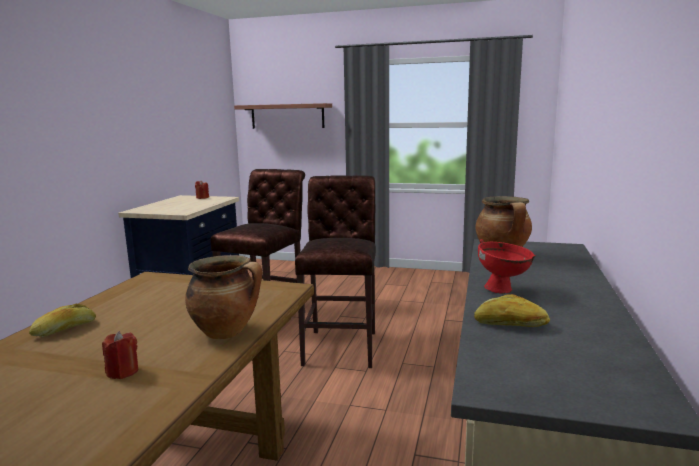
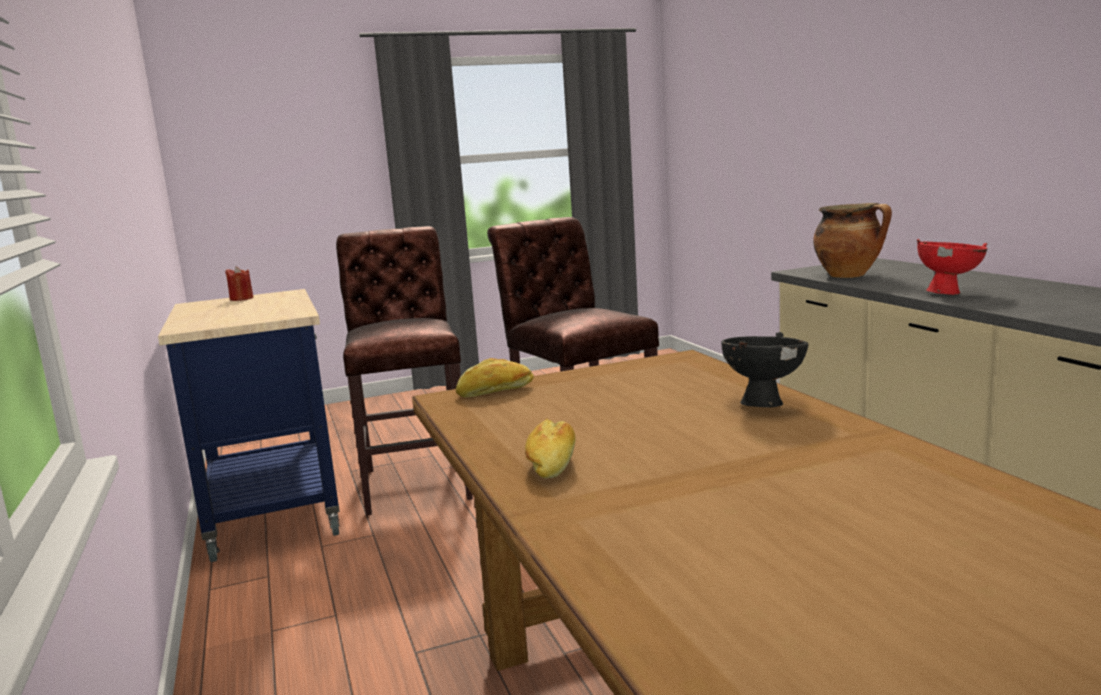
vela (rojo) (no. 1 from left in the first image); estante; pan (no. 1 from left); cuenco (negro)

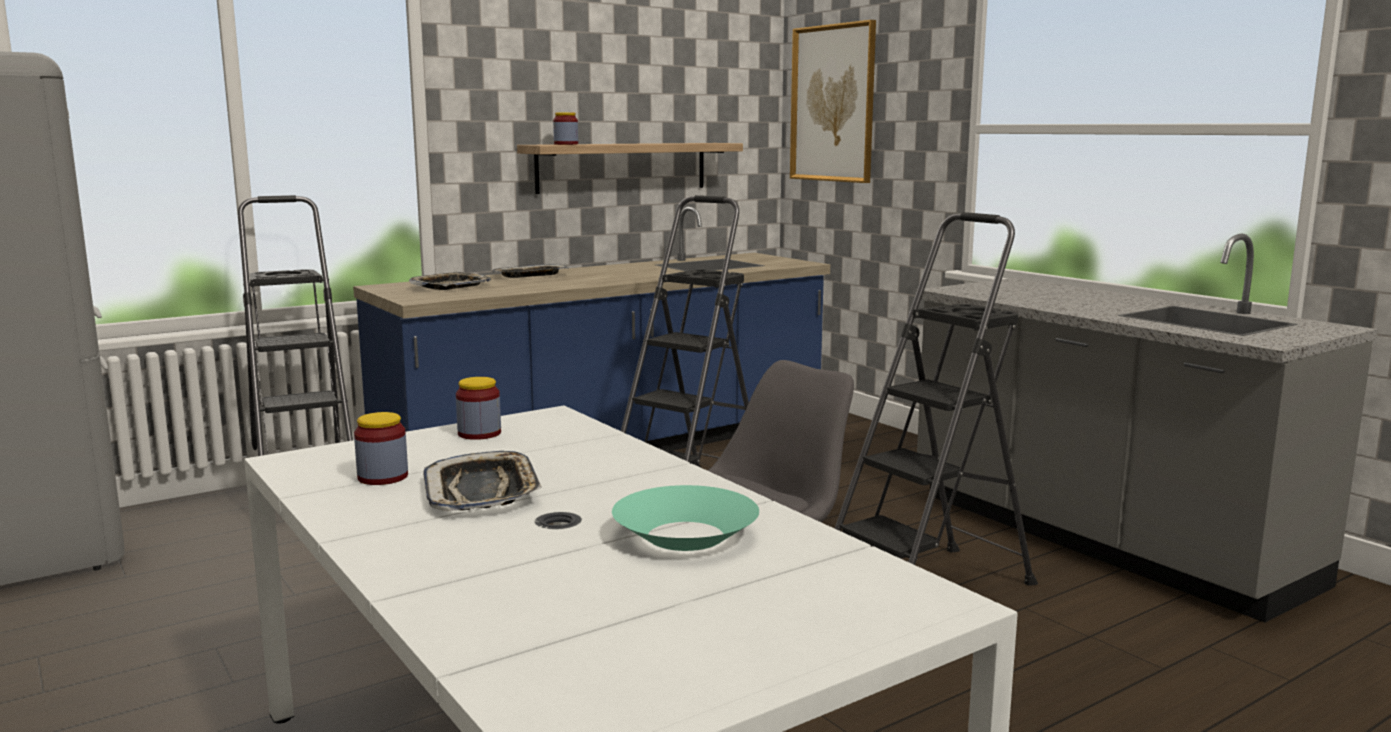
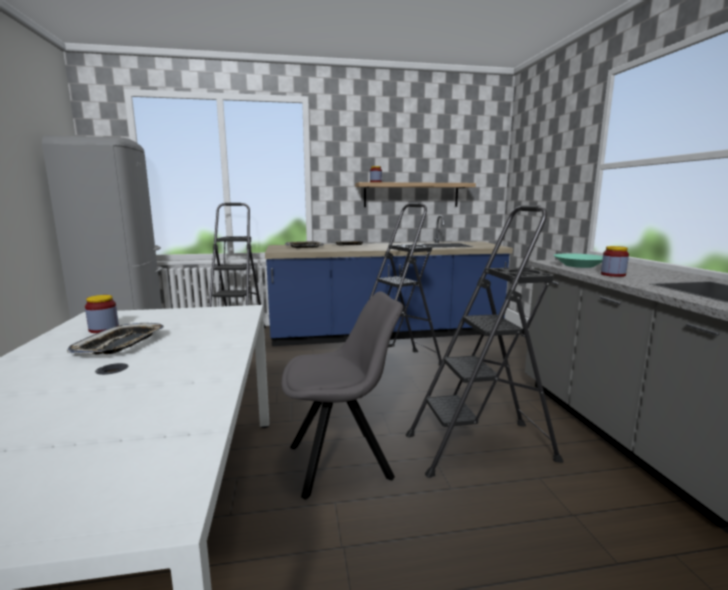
cuadro; tarro (no. 3 from left); cuenco (turquesa)

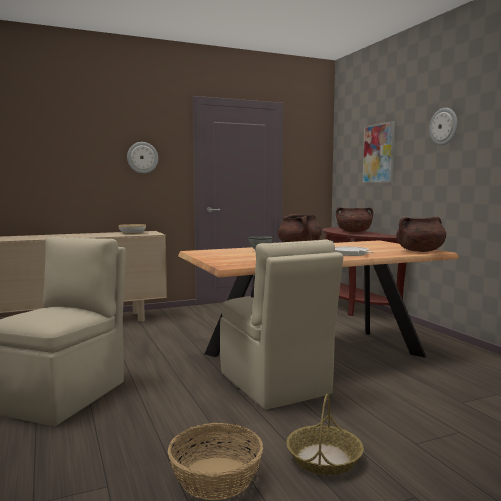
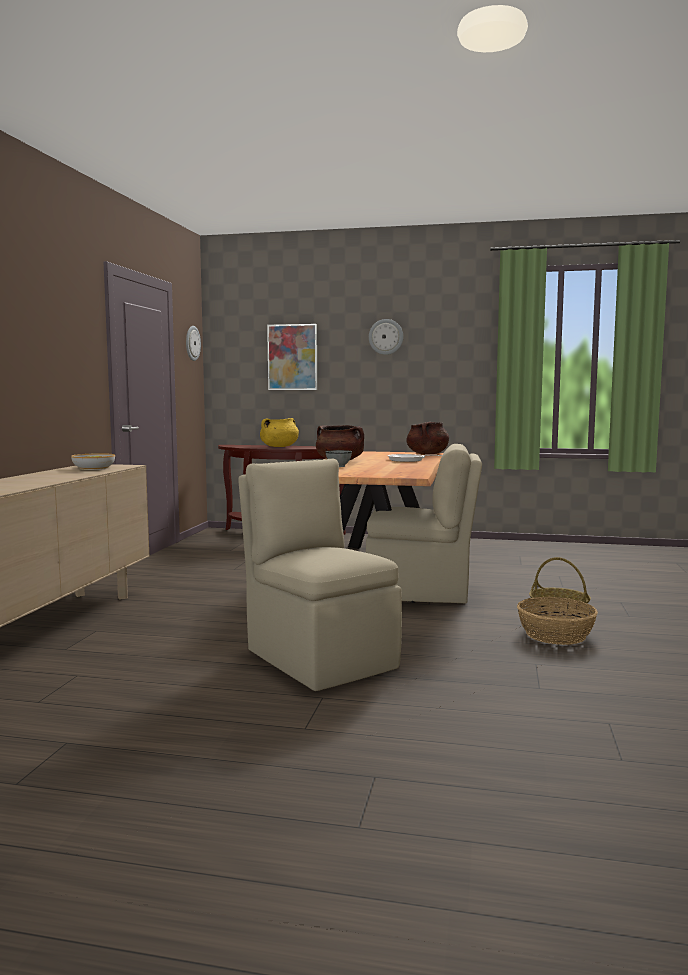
reloj de pared (no. 1 from left); olla (amarillo)

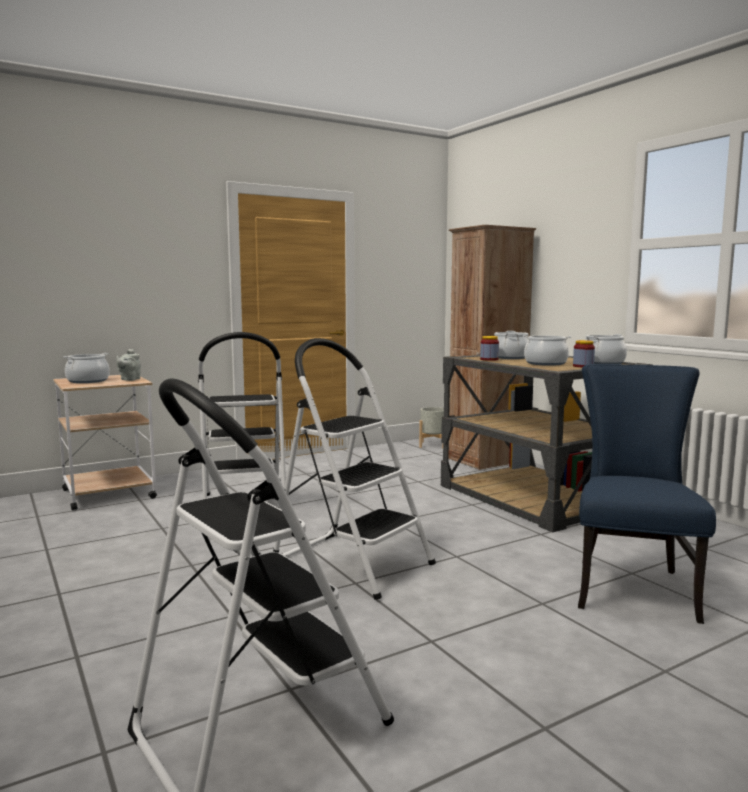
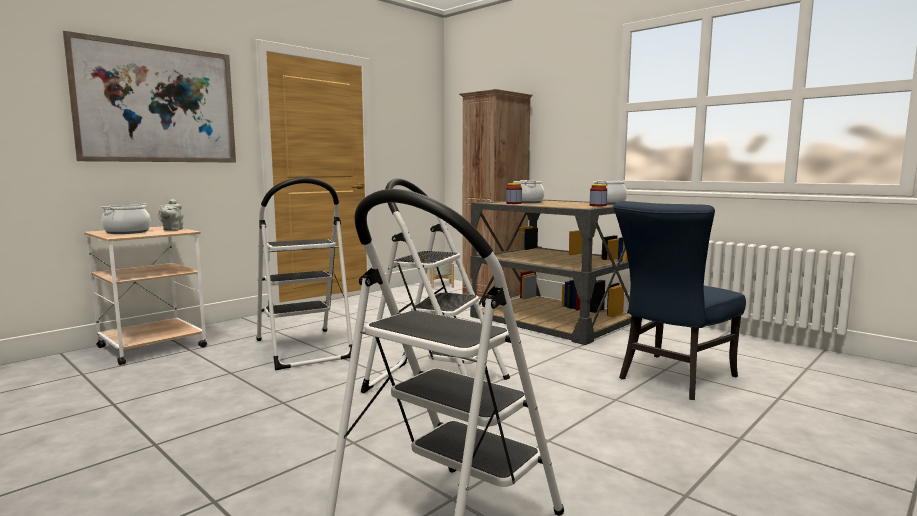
olla (no. 3 from left in the first image); cuadro; silla (azul)

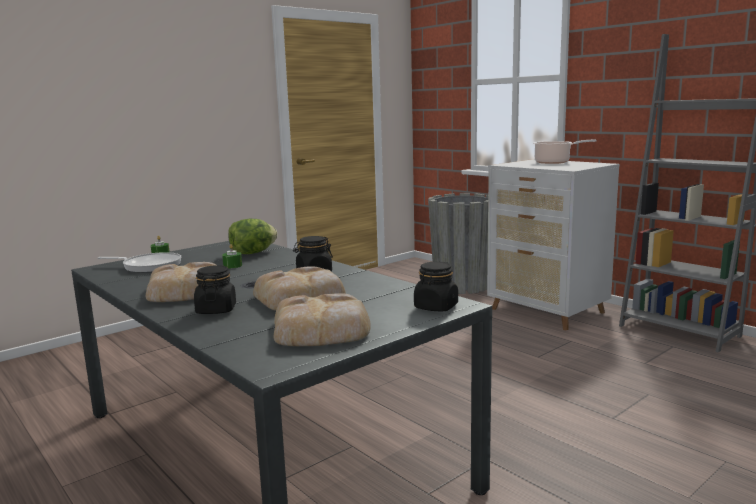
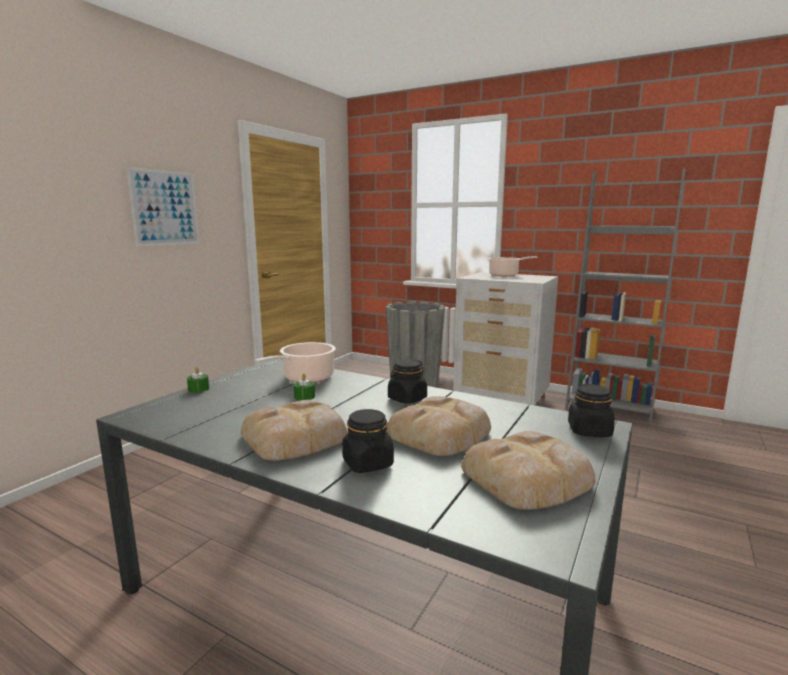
sartén; cuadro; olla (no. 1 from left)

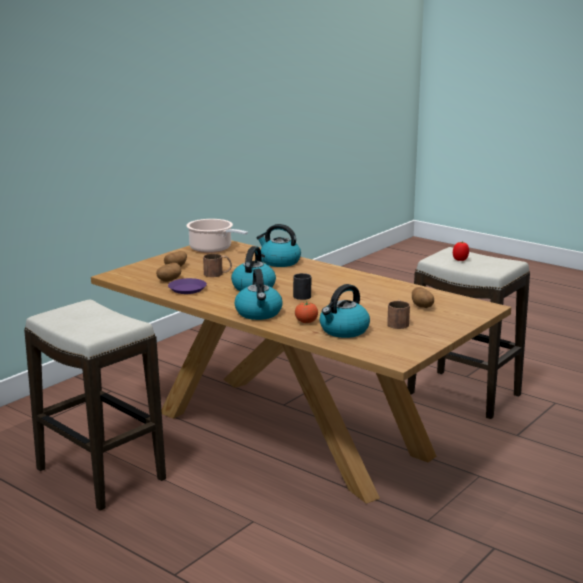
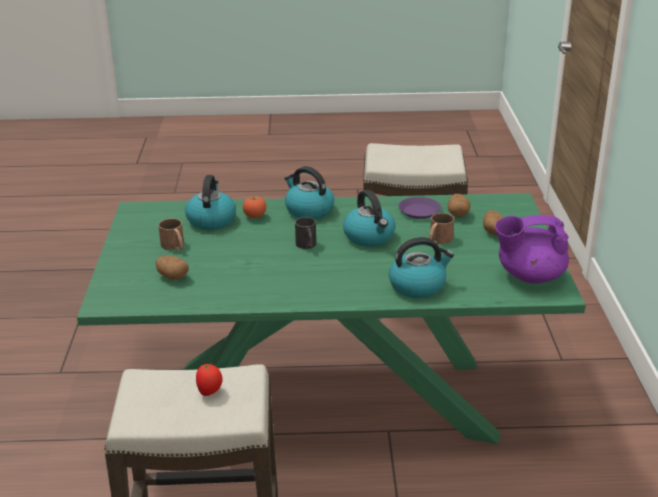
tetera (morado); mesa de comedor (verde)

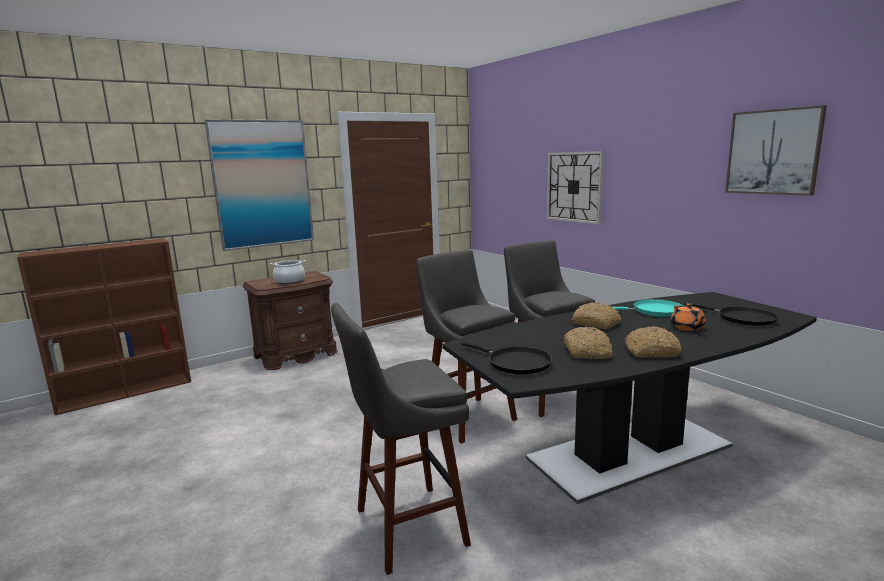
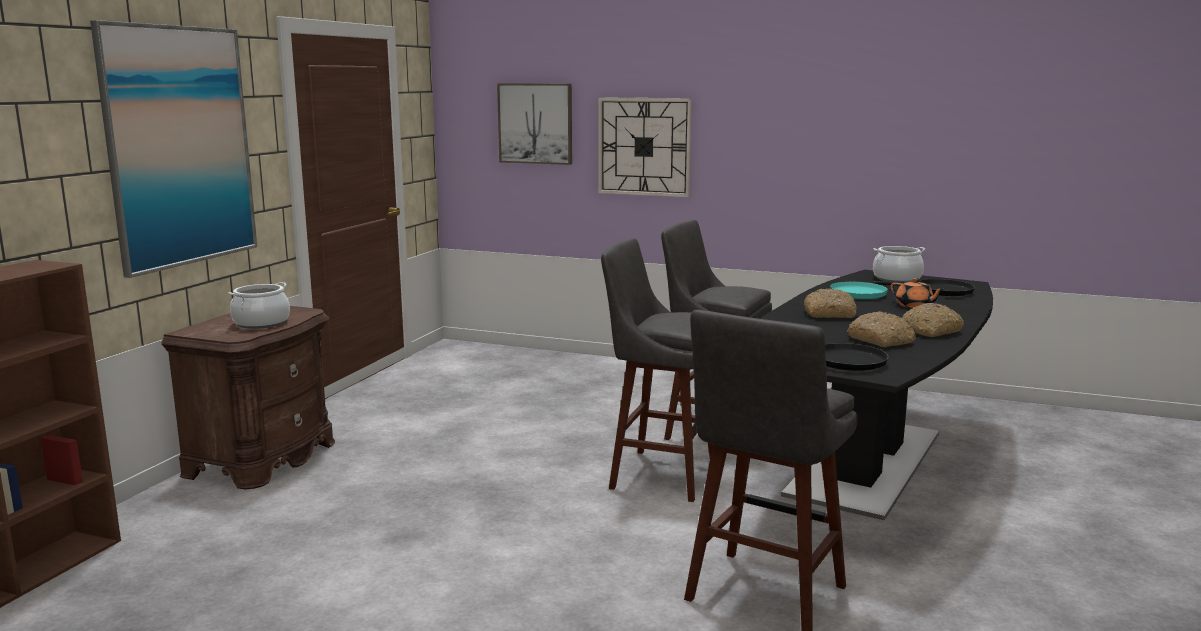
olla (no. 2 from left); cuadro (no. 2 from left)

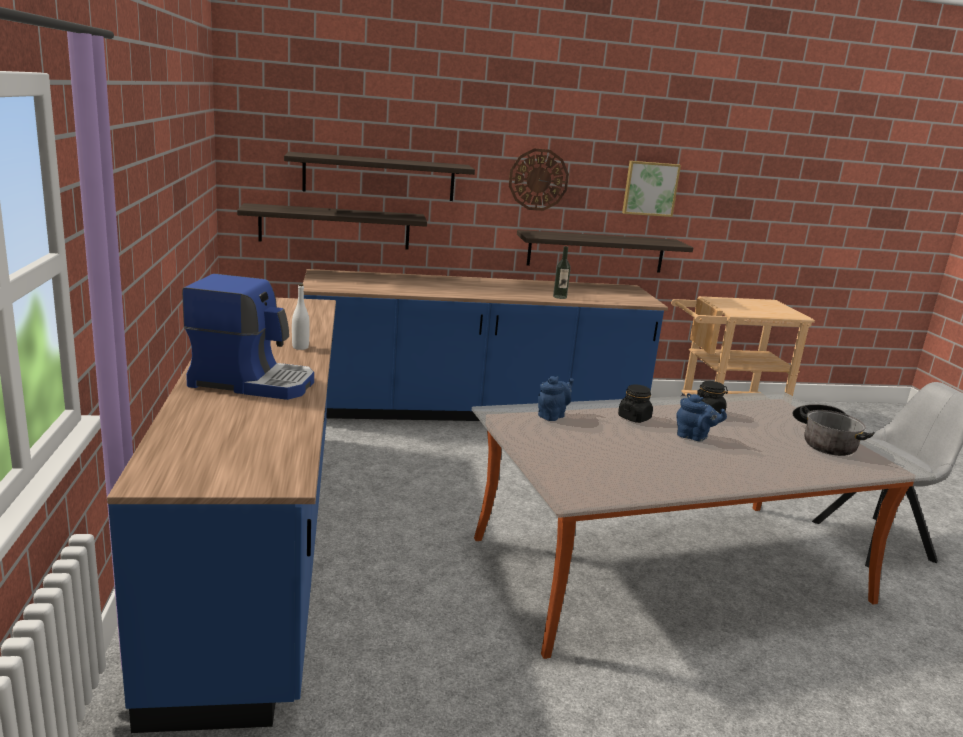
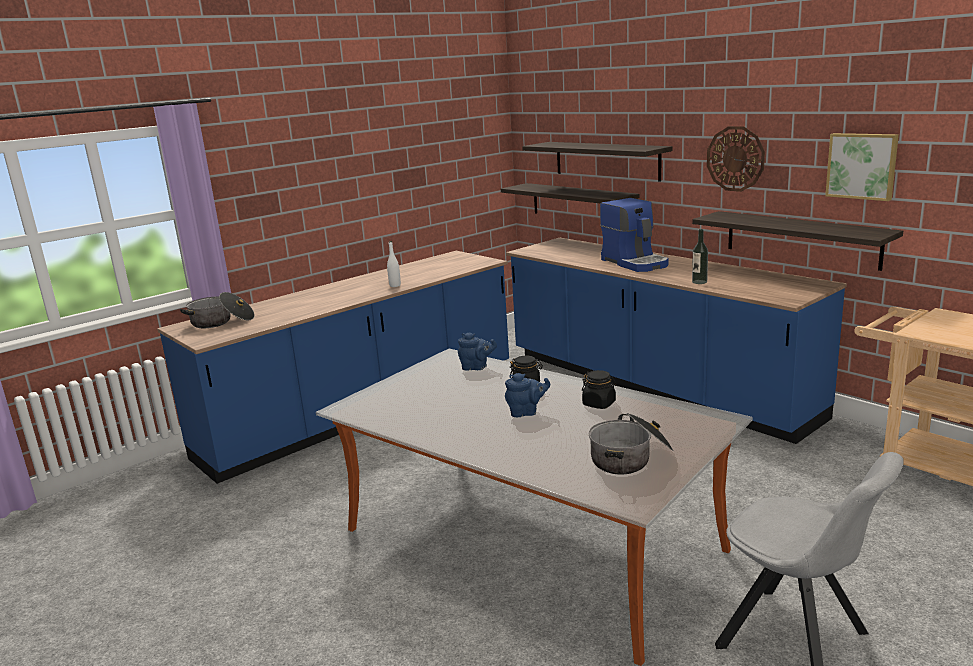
olla (no. 1 from left); cafetera; tetera (azul) (no. 2 from left)

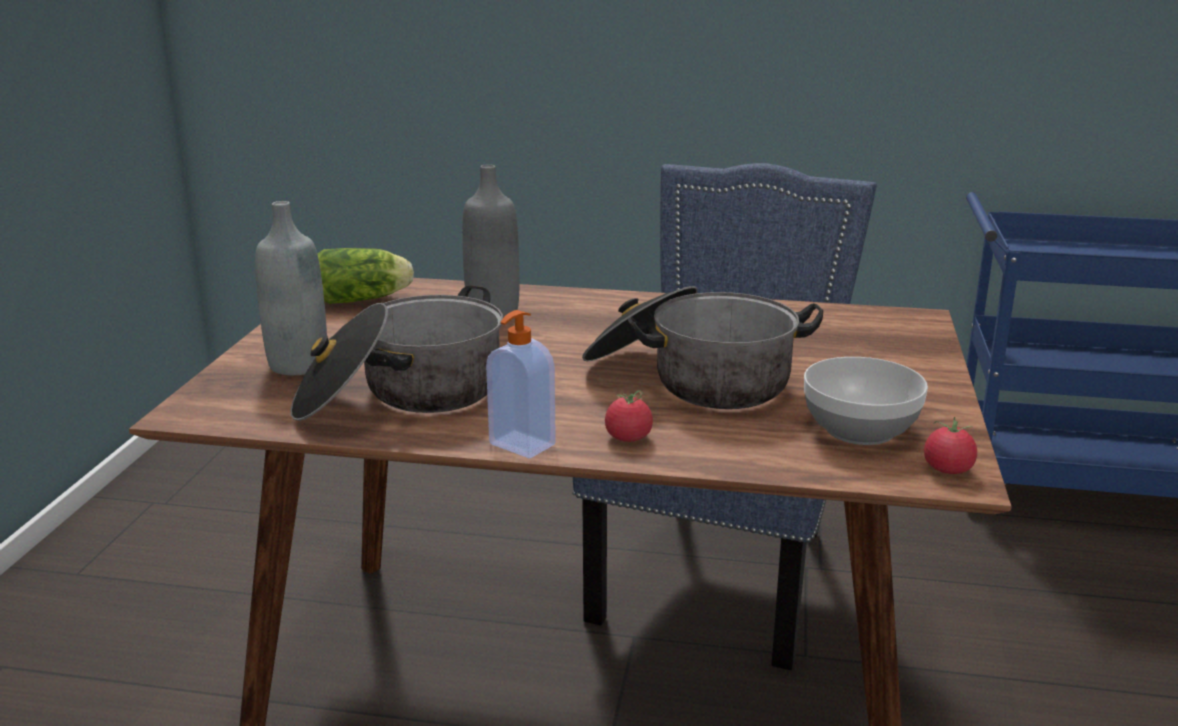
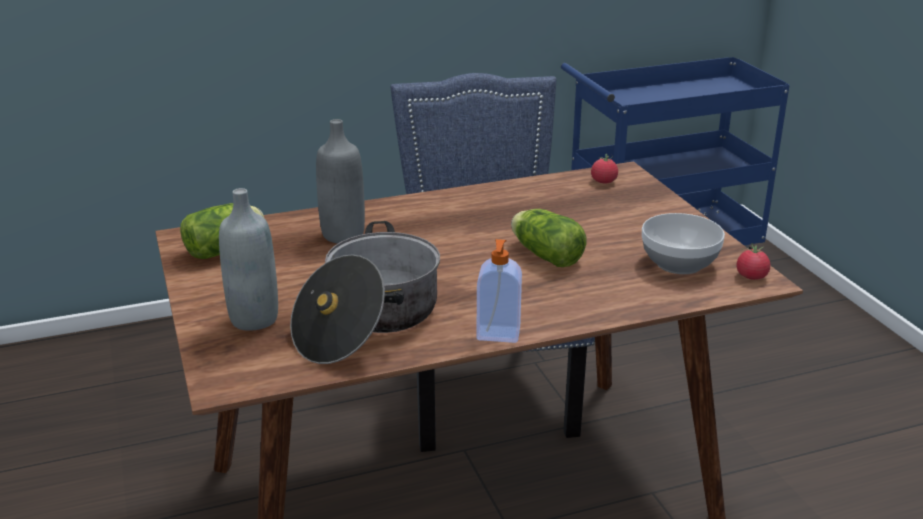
tomate (no. 1 from left); lechuga (no. 2 from left)

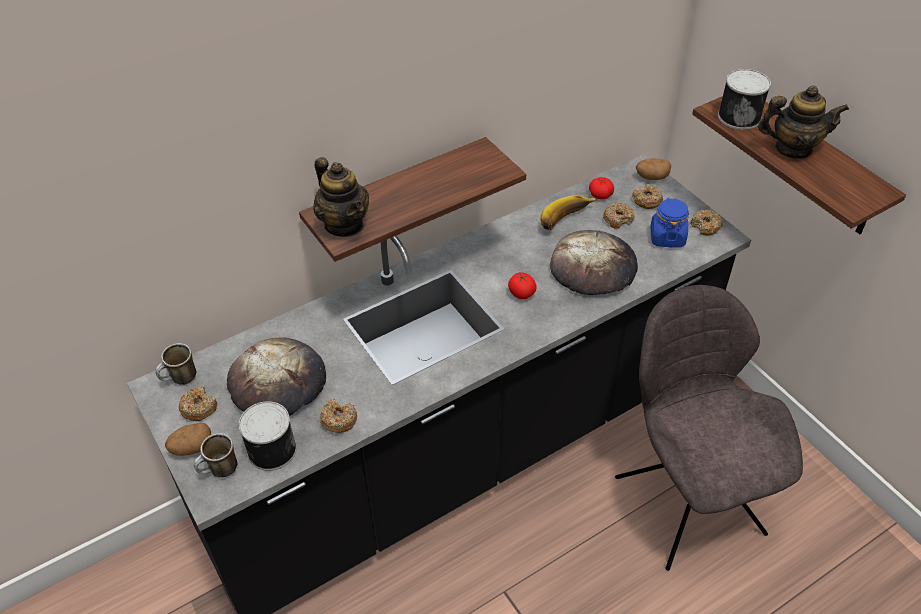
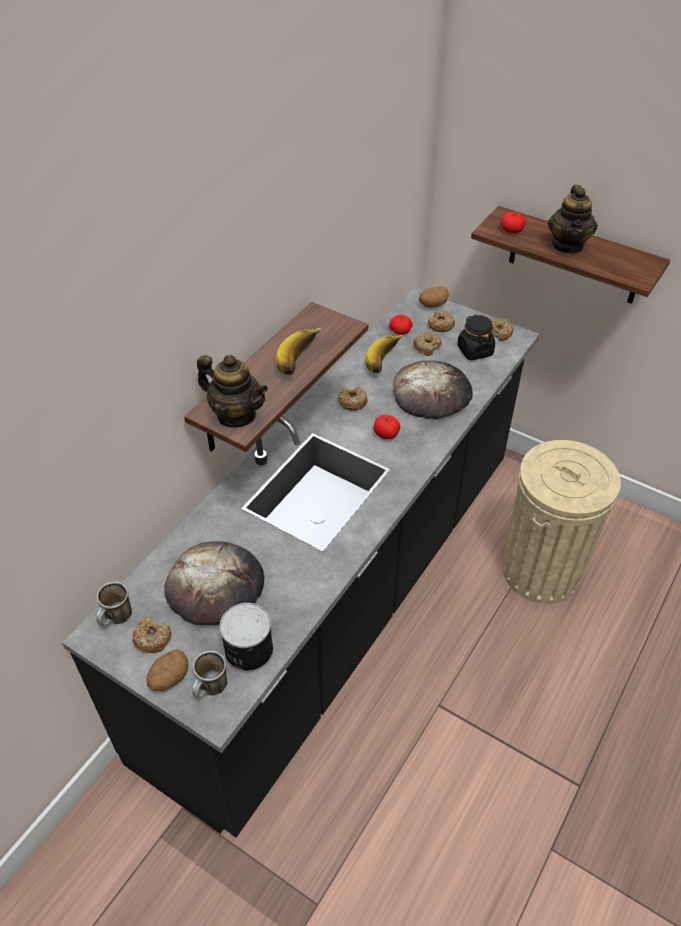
plátano (no. 1 from left); rosquilla (no. 2 from left); papelera (beis); tomate (no. 3 from left); tarro (negro); tetera (no. 2 from left)

